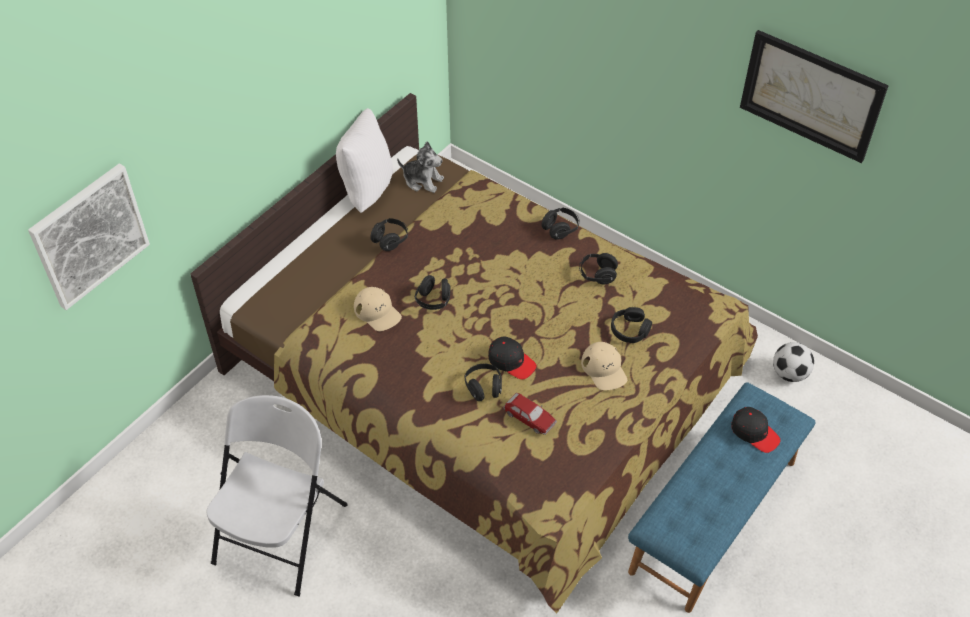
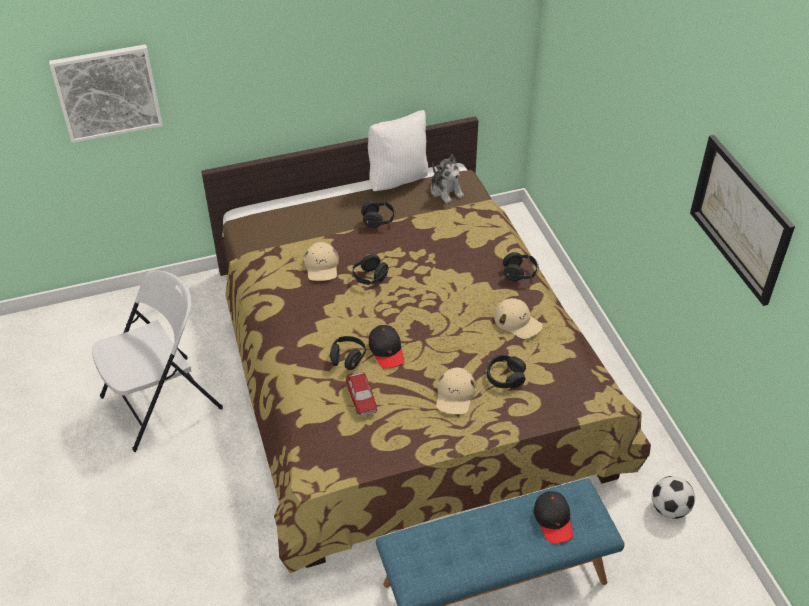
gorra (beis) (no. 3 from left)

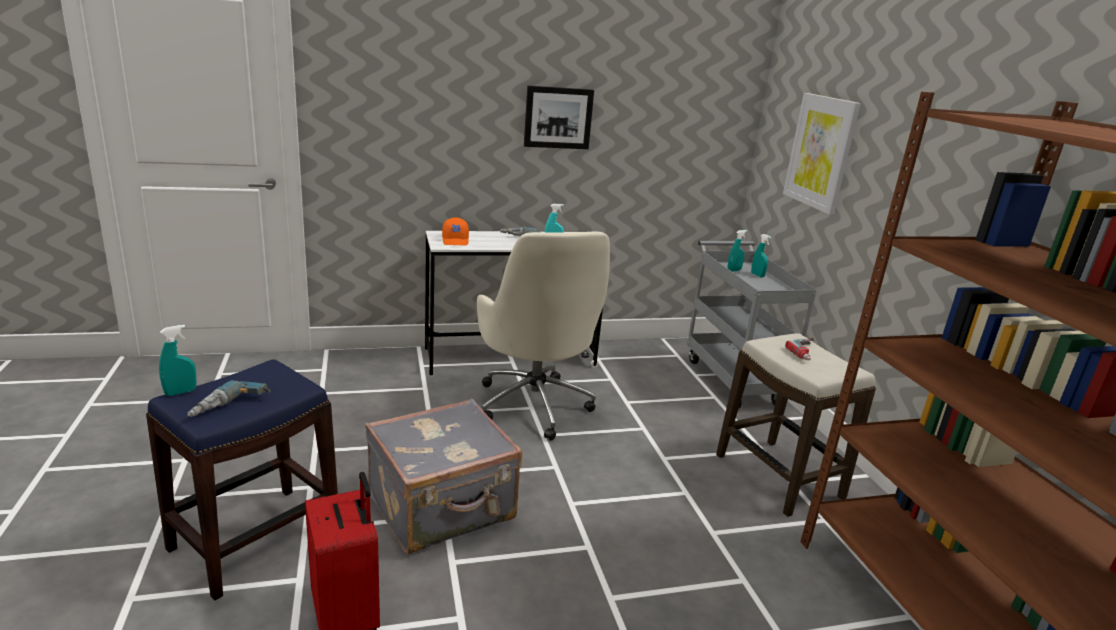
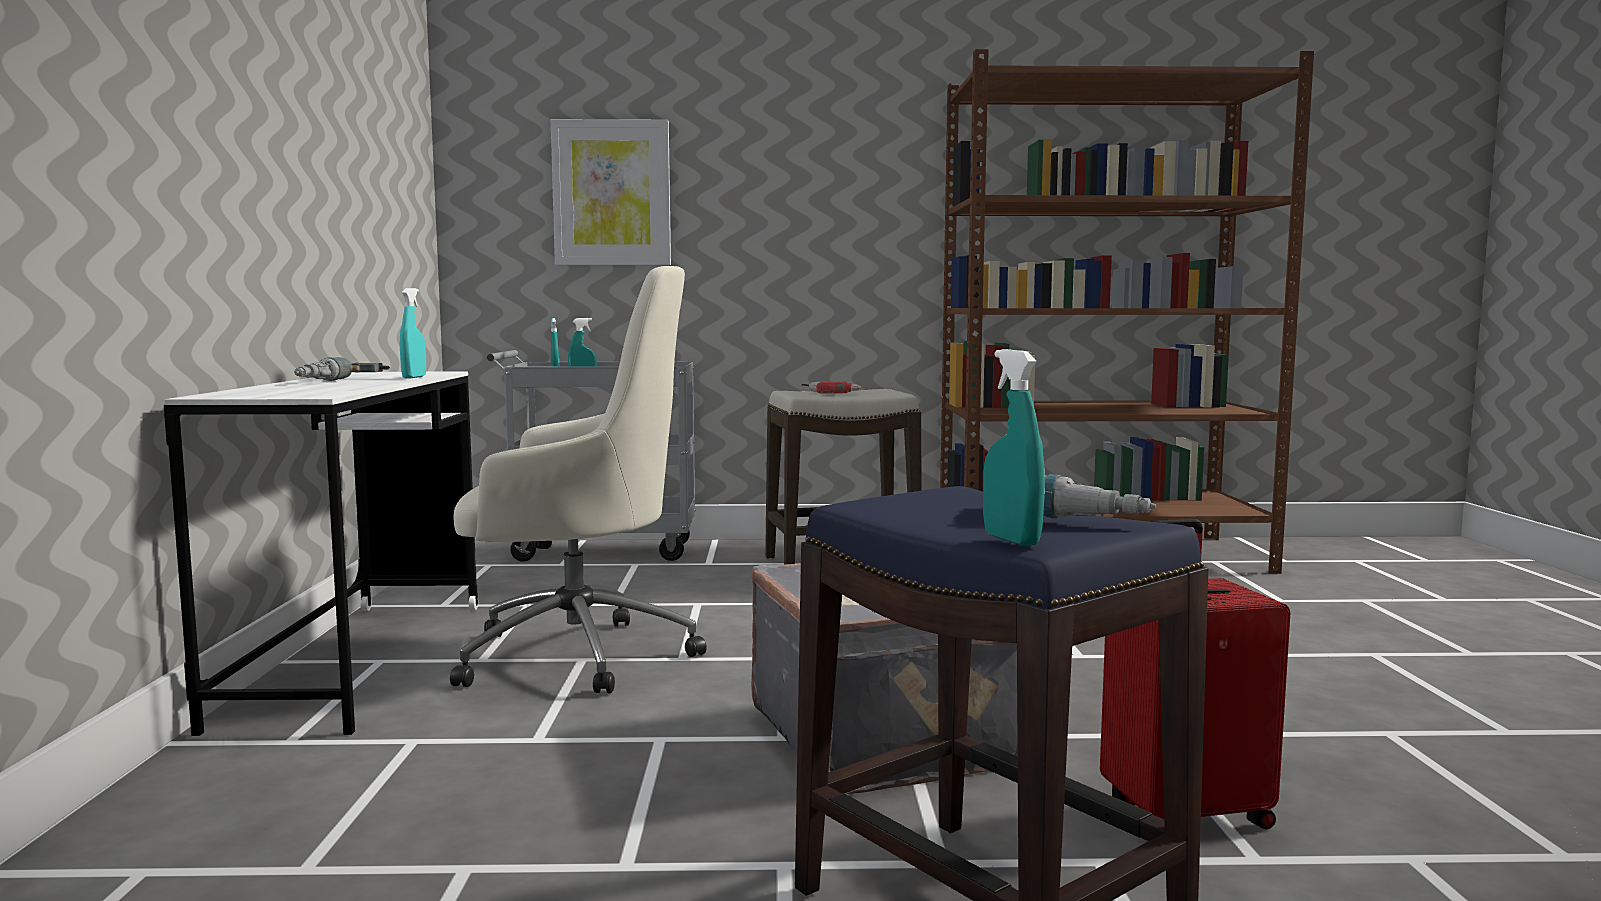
gorra (naranja); cuadro (no. 1 from left in the first image)

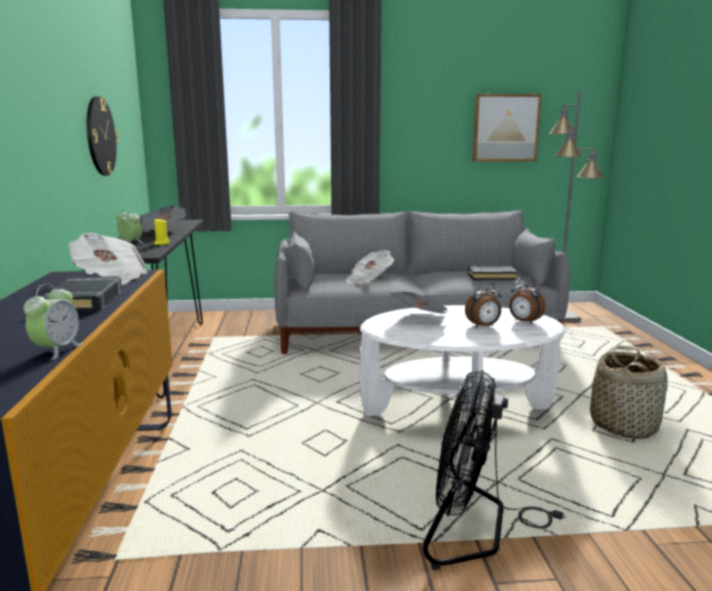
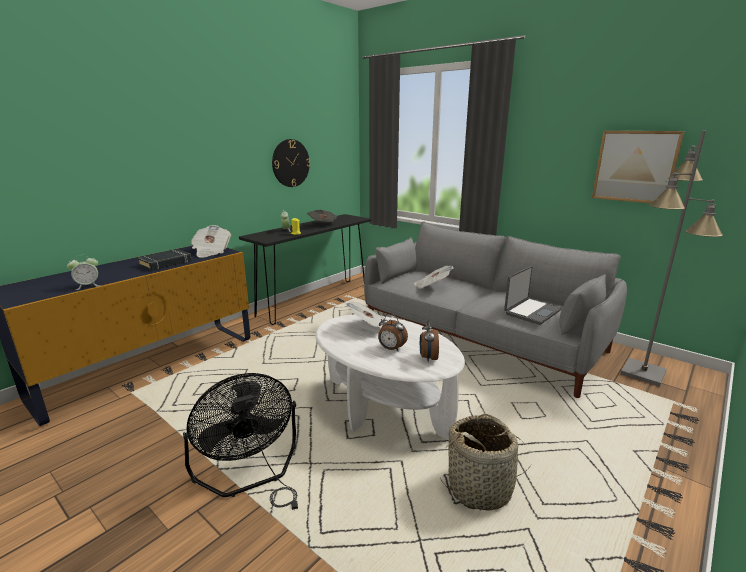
portátil

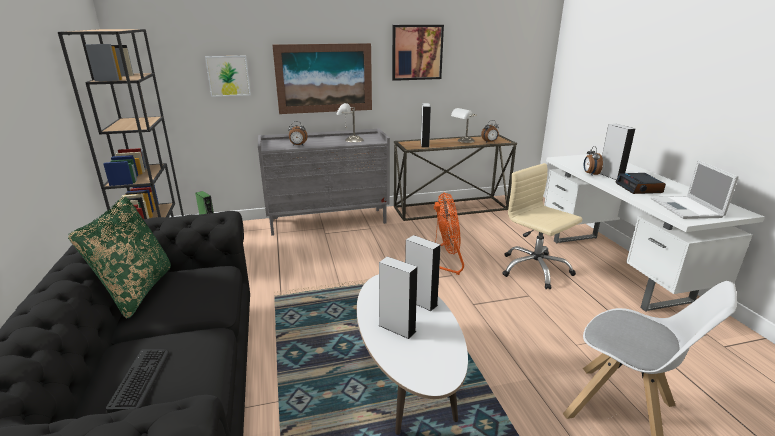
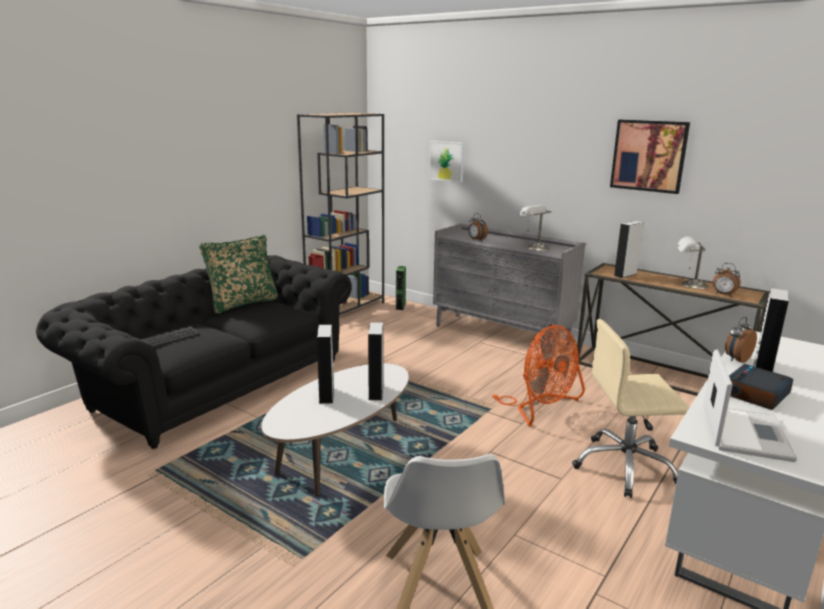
cuadro (no. 2 from left in the first image); silla de oficina (beis); portátil

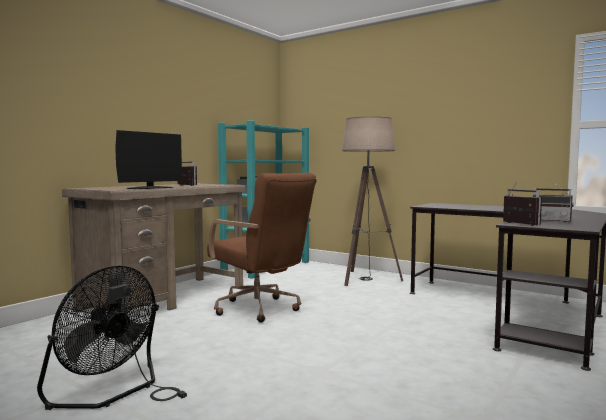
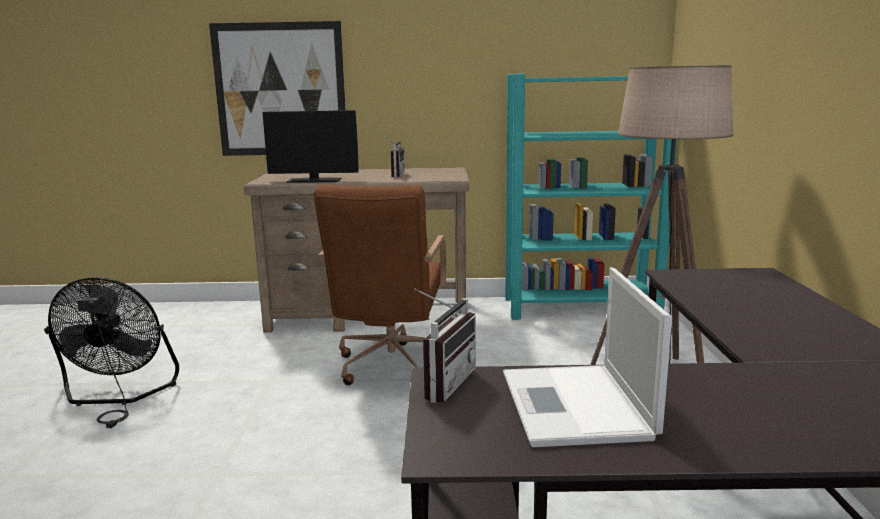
cuadro; portátil

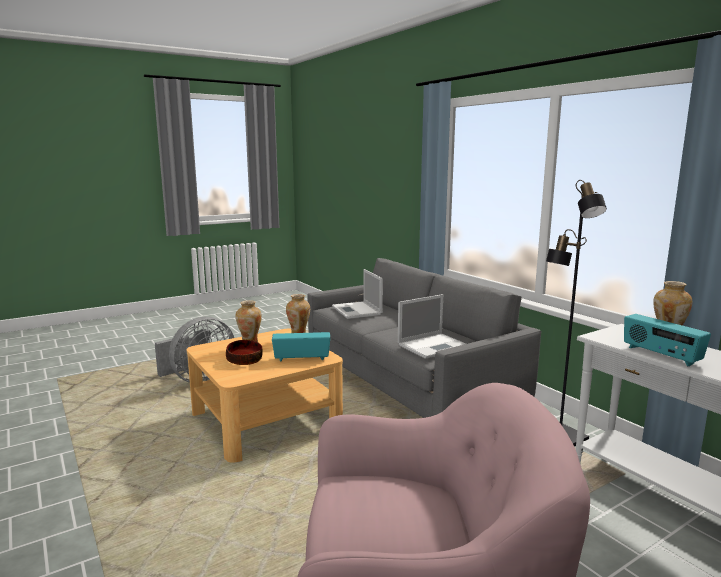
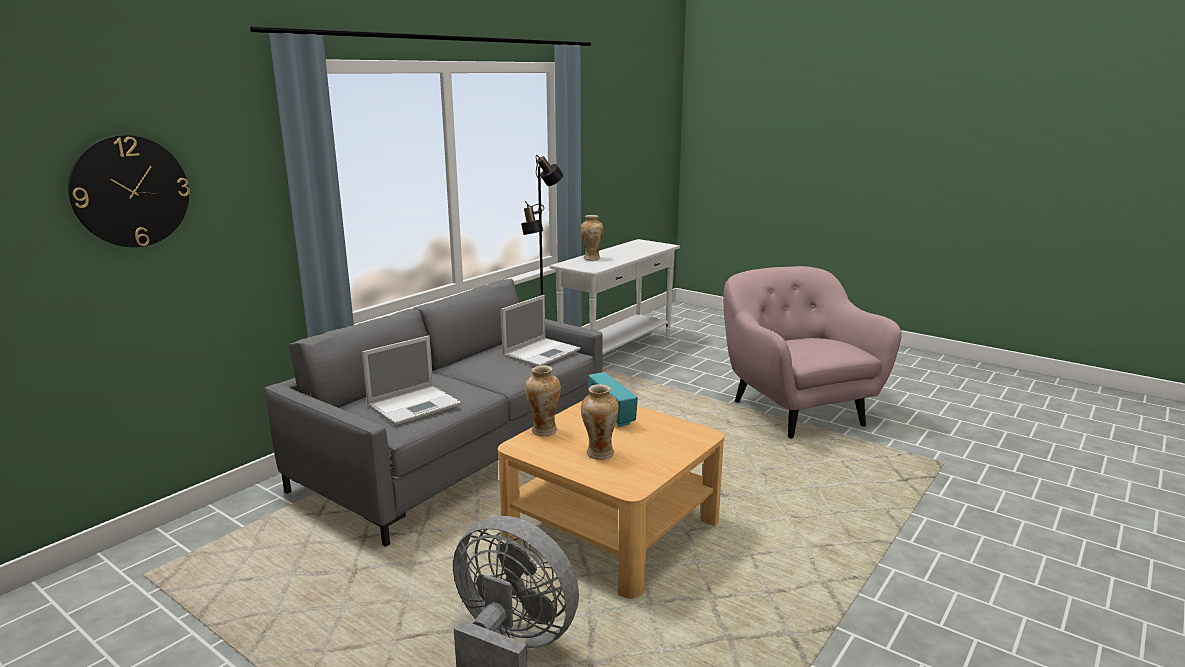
cuenco; radio (no. 2 from left in the first image); reloj de pared; portátil (no. 2 from left)

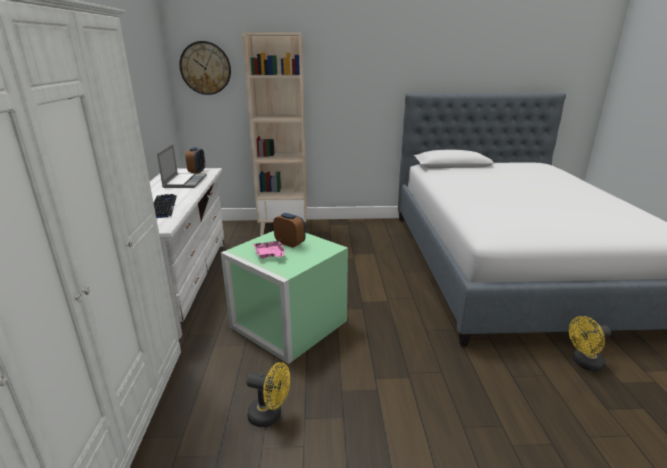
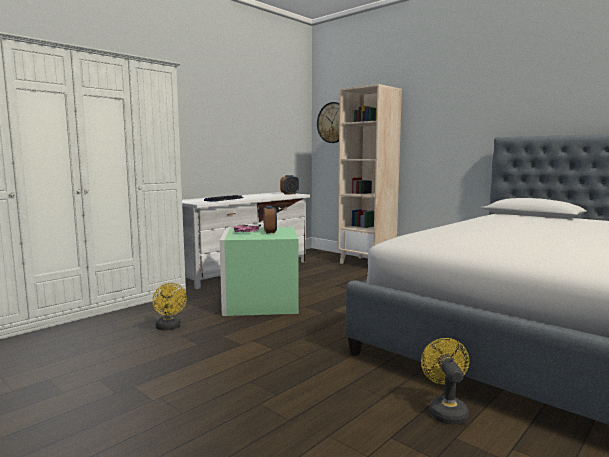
portátil; ventilador (amarillo) (no. 2 from left)

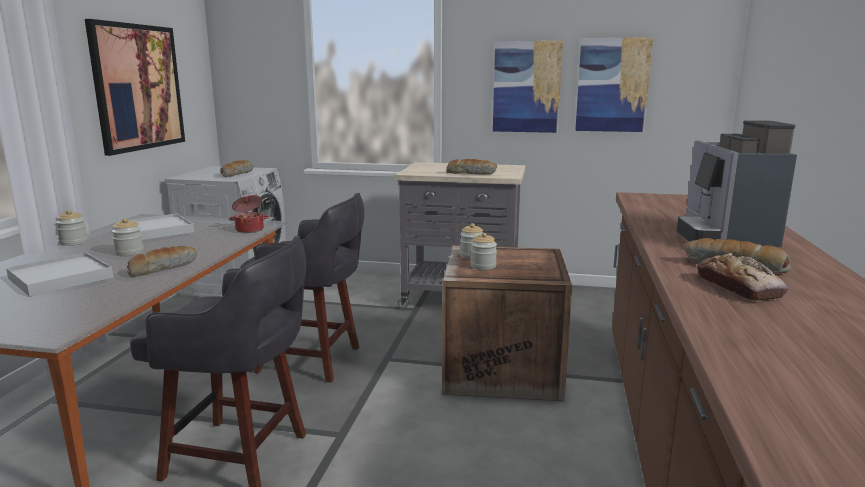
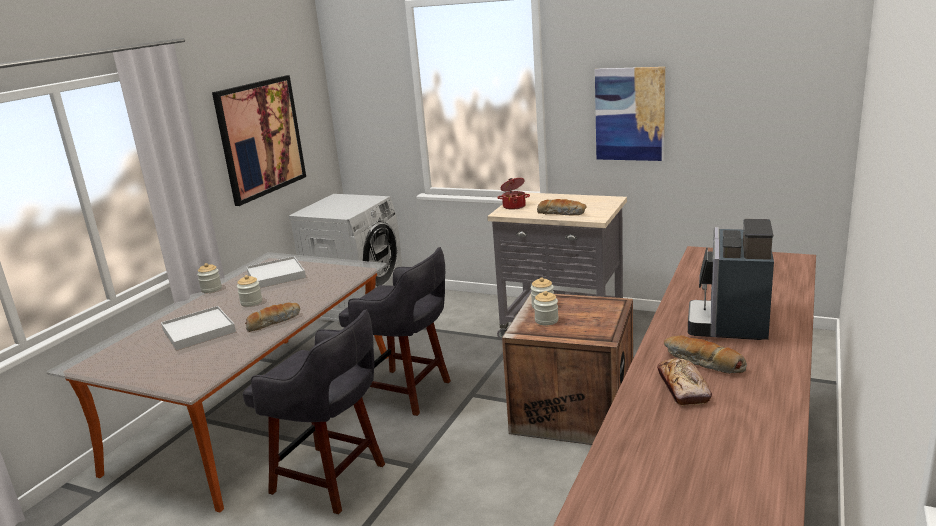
pan (no. 2 from left in the first image); cuadro (no. 3 from left in the first image); olla

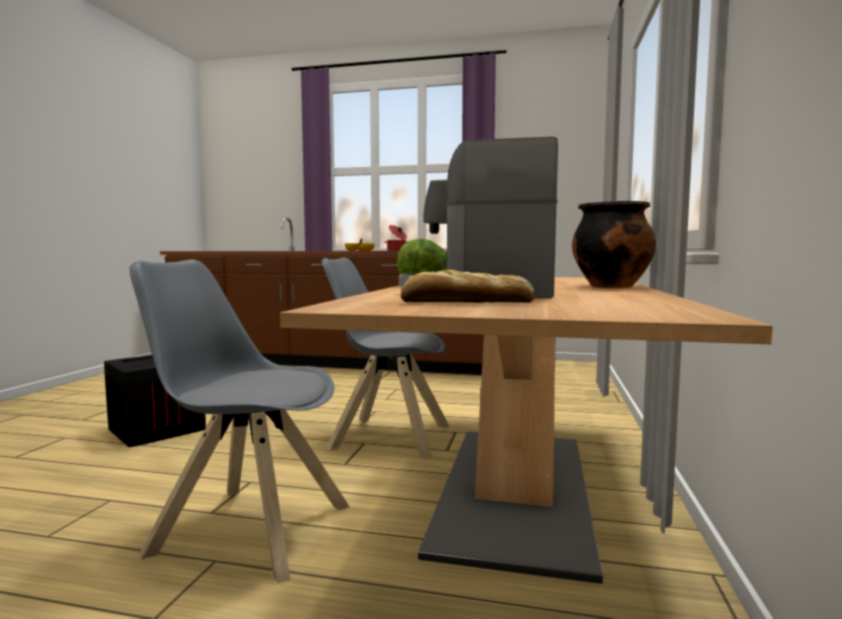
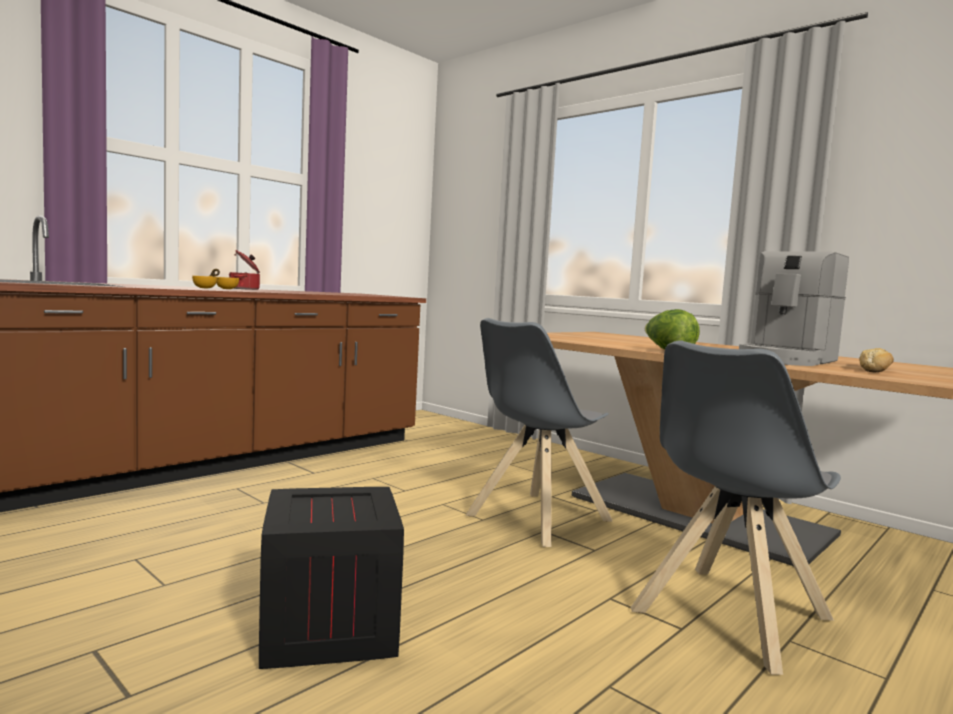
olla (no. 2 from left in the first image)

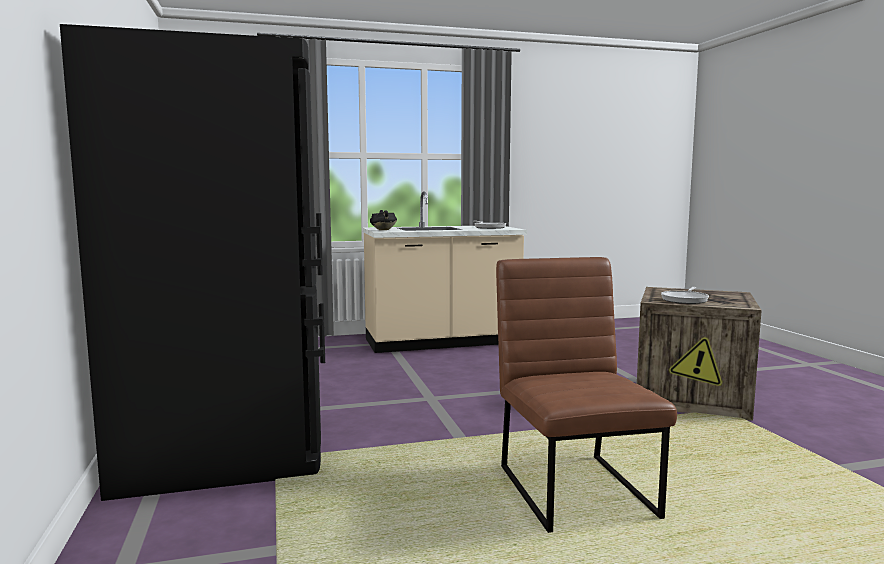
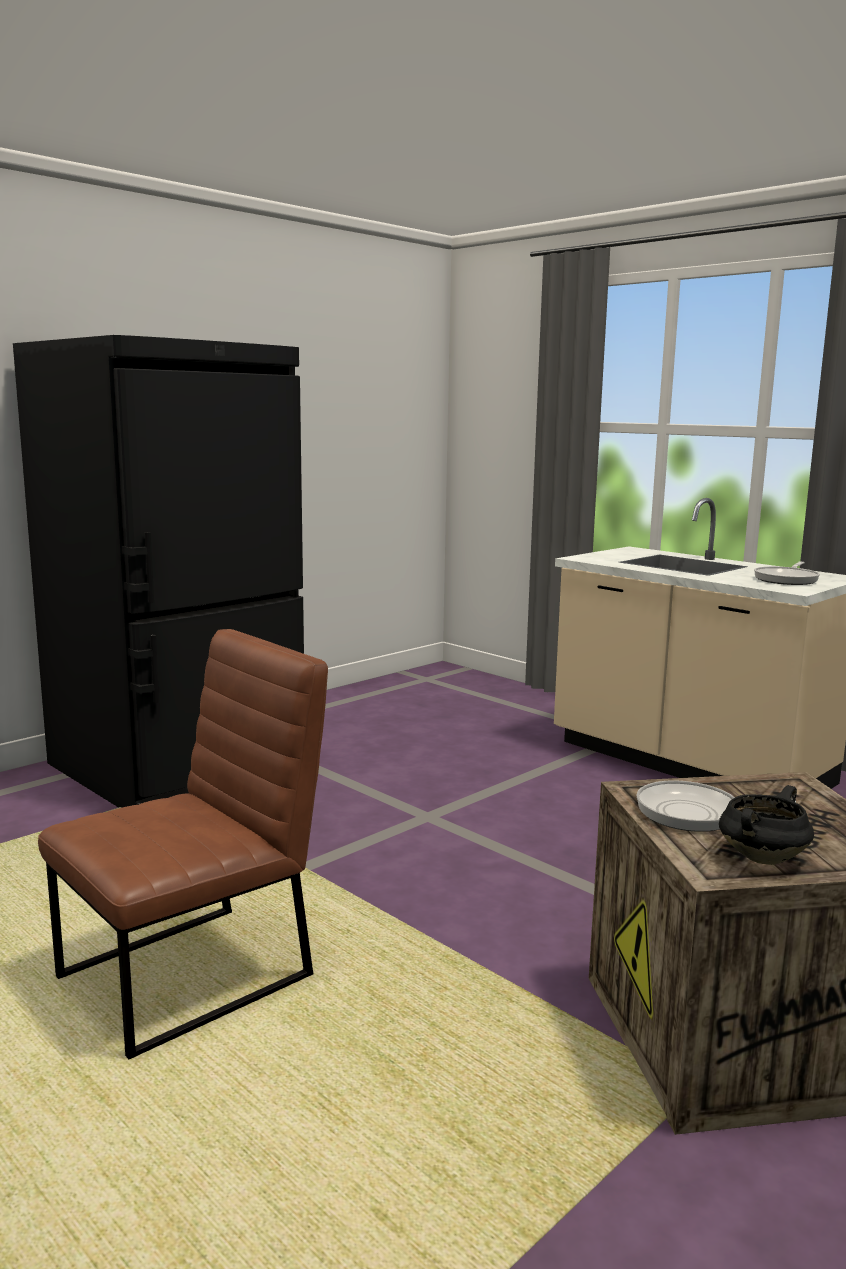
olla (negro)

